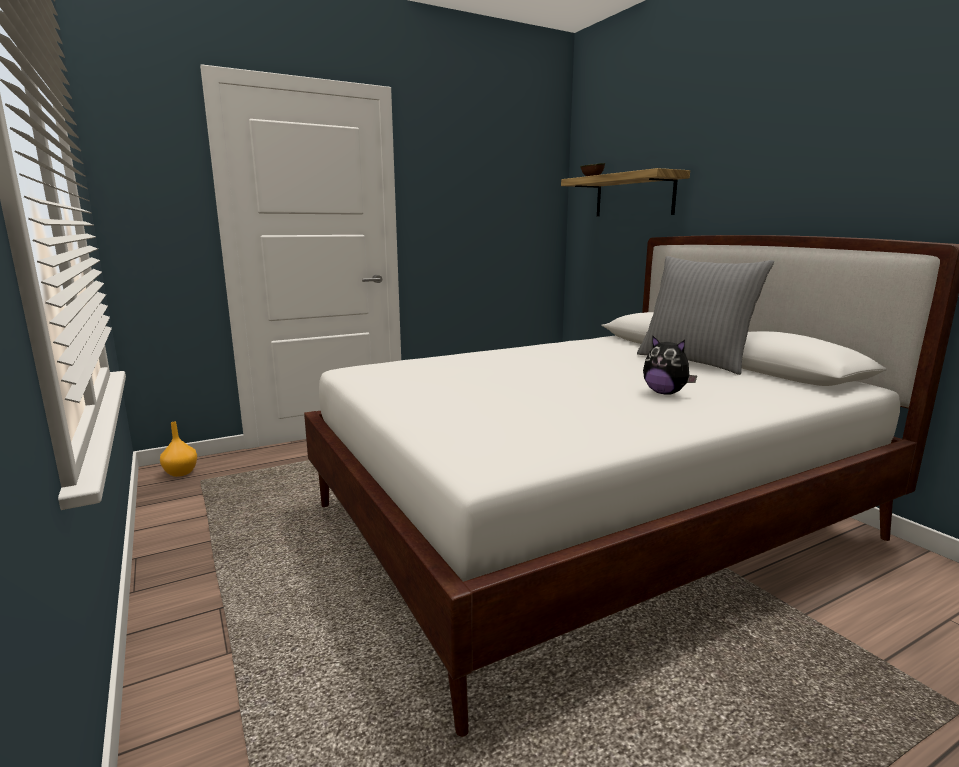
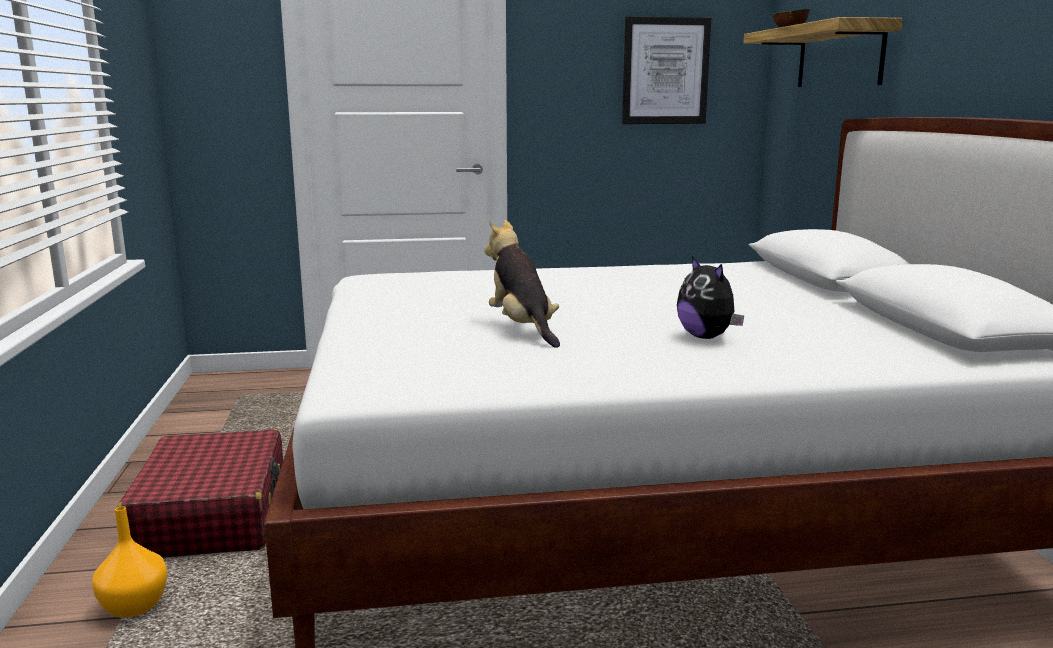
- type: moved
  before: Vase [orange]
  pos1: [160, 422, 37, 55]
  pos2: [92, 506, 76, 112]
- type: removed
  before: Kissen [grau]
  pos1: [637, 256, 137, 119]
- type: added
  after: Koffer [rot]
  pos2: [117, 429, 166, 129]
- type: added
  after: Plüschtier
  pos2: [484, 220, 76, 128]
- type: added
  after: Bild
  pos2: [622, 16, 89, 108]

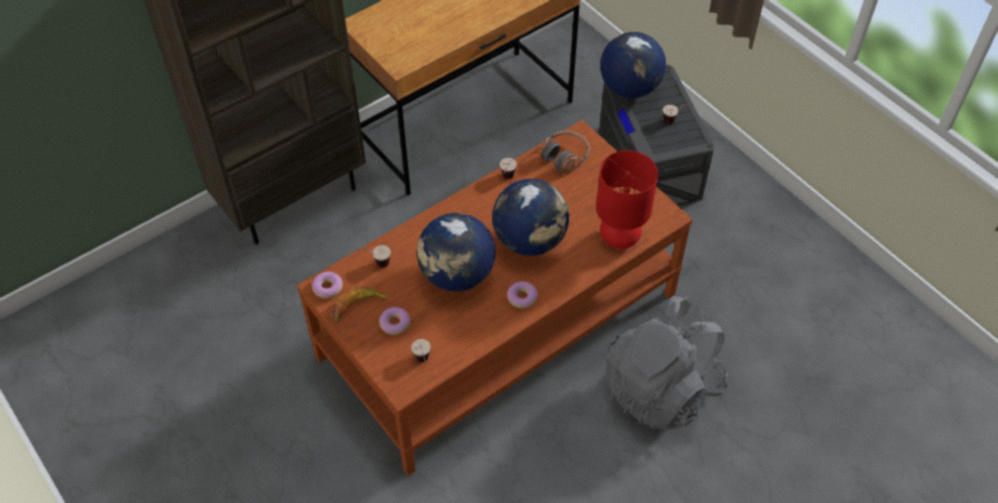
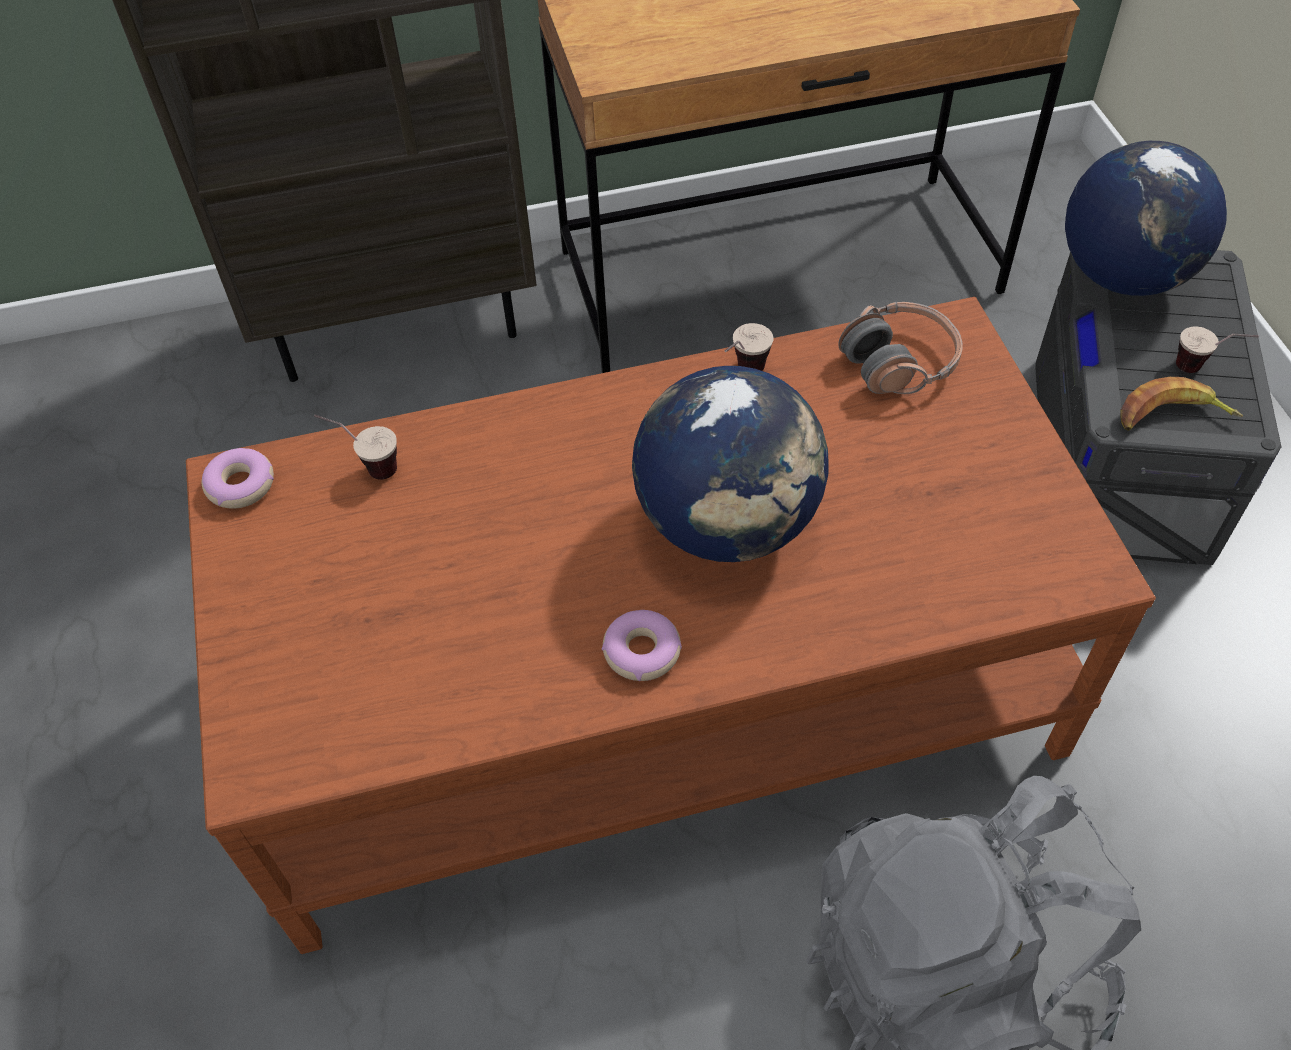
- type: moved
  before: Banane
  pos1: [332, 286, 58, 37]
  pos2: [1120, 377, 123, 53]
- type: removed
  before: Donut
  pos1: [379, 307, 32, 28]
- type: removed
  before: Tasse
  pos1: [411, 339, 20, 23]
- type: removed
  before: Globus
  pos1: [417, 213, 78, 79]
- type: removed
  before: Tischlampe [rot]
  pos1: [596, 150, 62, 99]

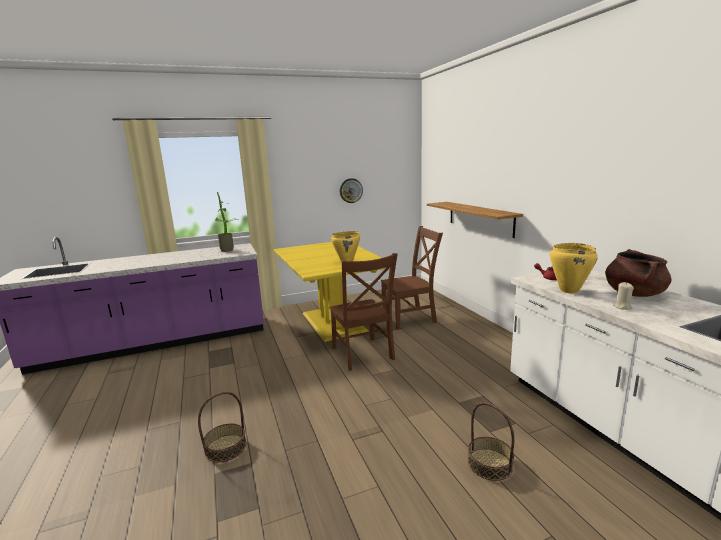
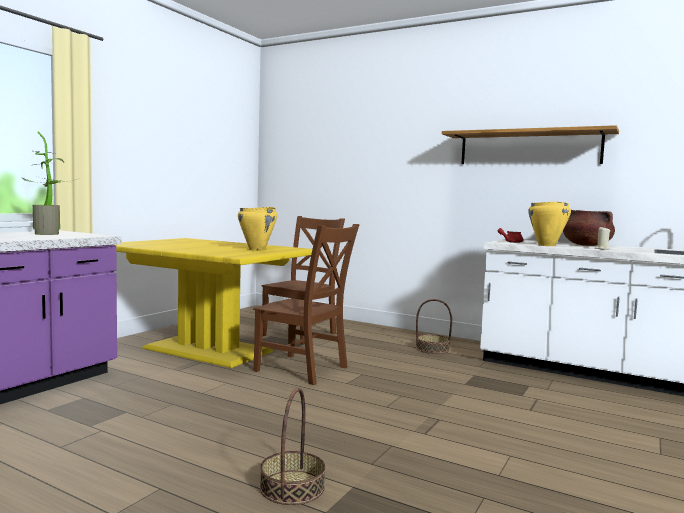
- type: removed
  before: Wanduhr
  pos1: [340, 178, 23, 25]
- type: moved
  before: Wandregal
  pos1: [427, 202, 96, 36]
  pos2: [442, 125, 177, 39]
- type: moved
  before: Korb
  pos1: [468, 402, 46, 79]
  pos2: [416, 299, 36, 55]

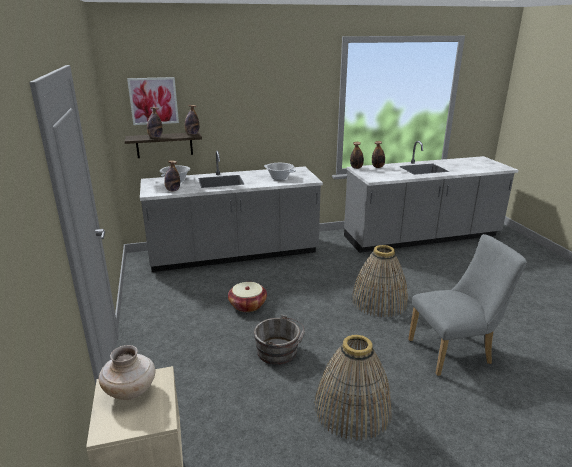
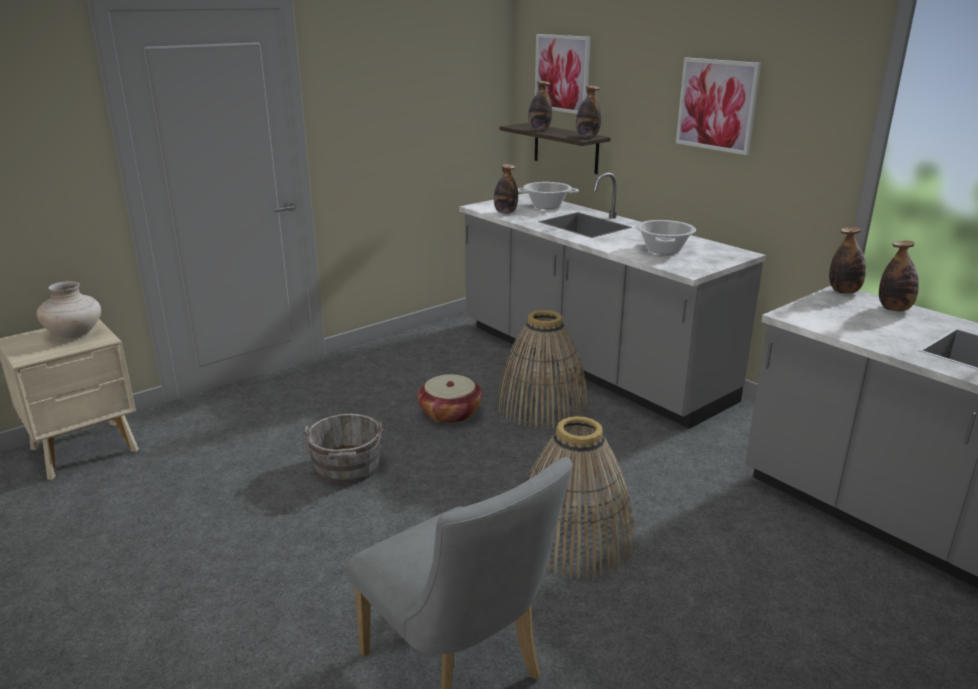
- type: moved
  before: Korb
  pos1: [315, 335, 77, 105]
  pos2: [497, 310, 91, 119]
- type: added
  after: Bild
  pos2: [676, 57, 85, 98]

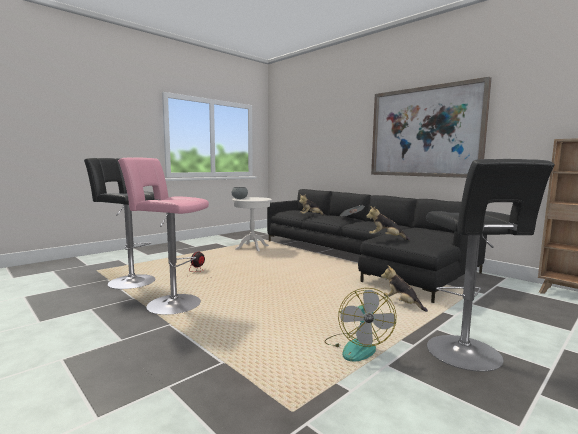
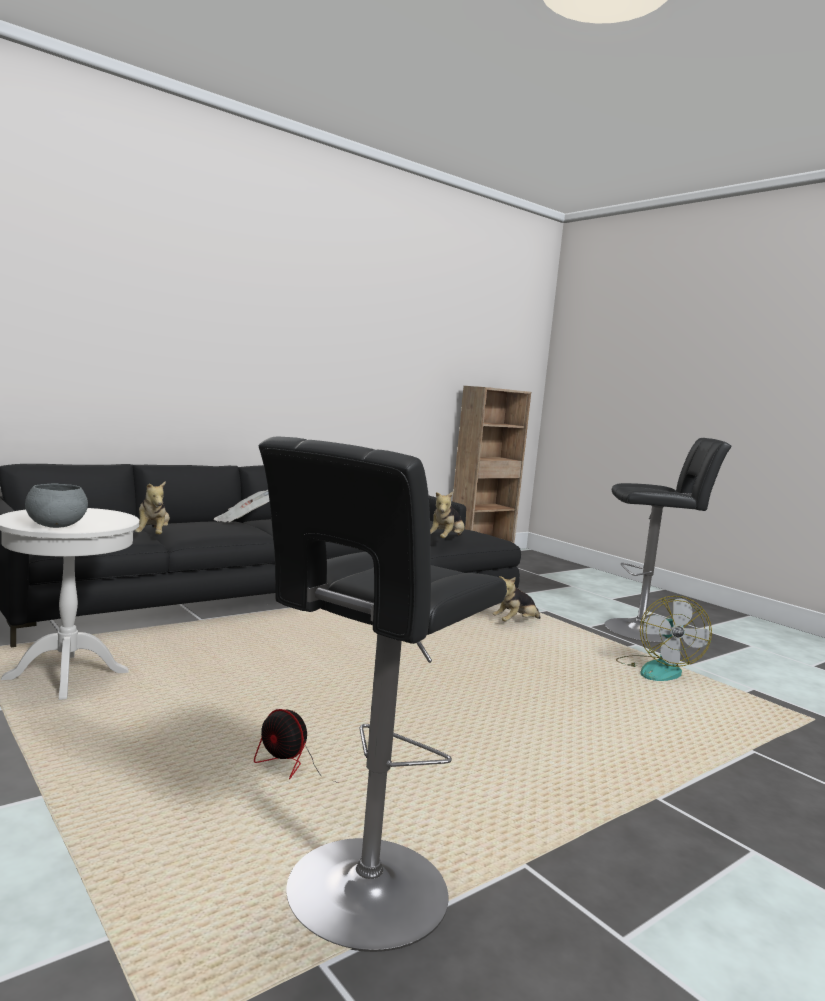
- type: removed
  before: Hocker [rosa]
  pos1: [118, 157, 91, 158]
- type: turned
  before: Ventilator
  pos1: [325, 288, 71, 74]
  pos2: [616, 596, 96, 85]
  turn: 90
- type: removed
  before: Bild
  pos1: [371, 77, 121, 101]

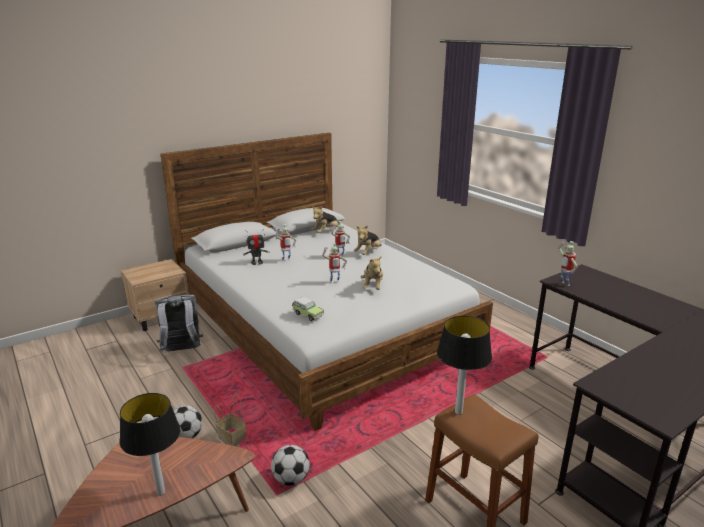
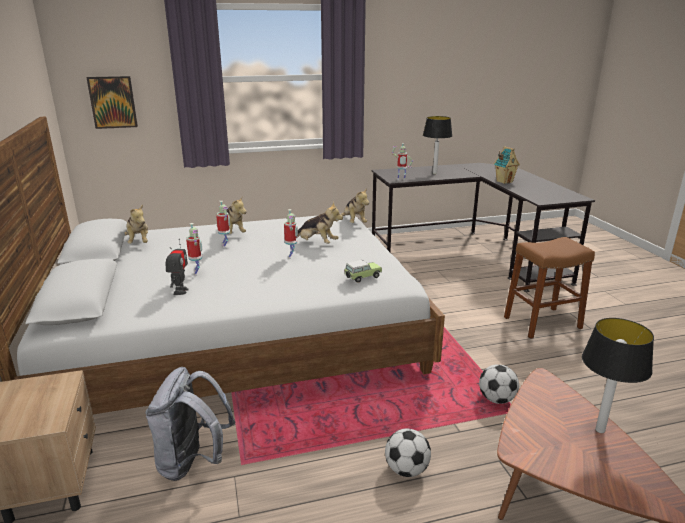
- type: removed
  before: Korb
  pos1: [214, 394, 32, 52]
- type: moved
  before: Tischlampe
  pos1: [437, 316, 55, 99]
  pos2: [423, 116, 29, 58]
- type: added
  after: Bild
  pos2: [86, 76, 52, 53]
- type: added
  after: Plüschtier
  pos2: [341, 188, 28, 35]
- type: added
  after: Spielzeughaus
  pos2: [494, 146, 26, 38]

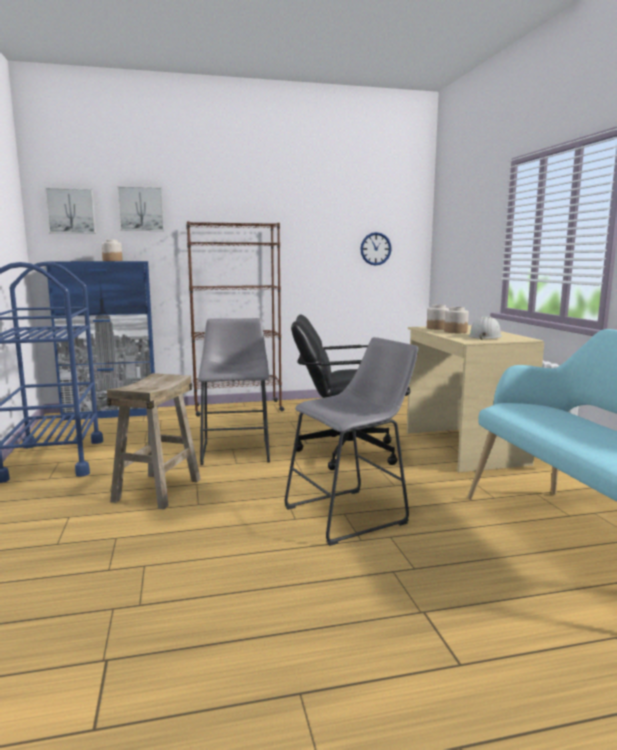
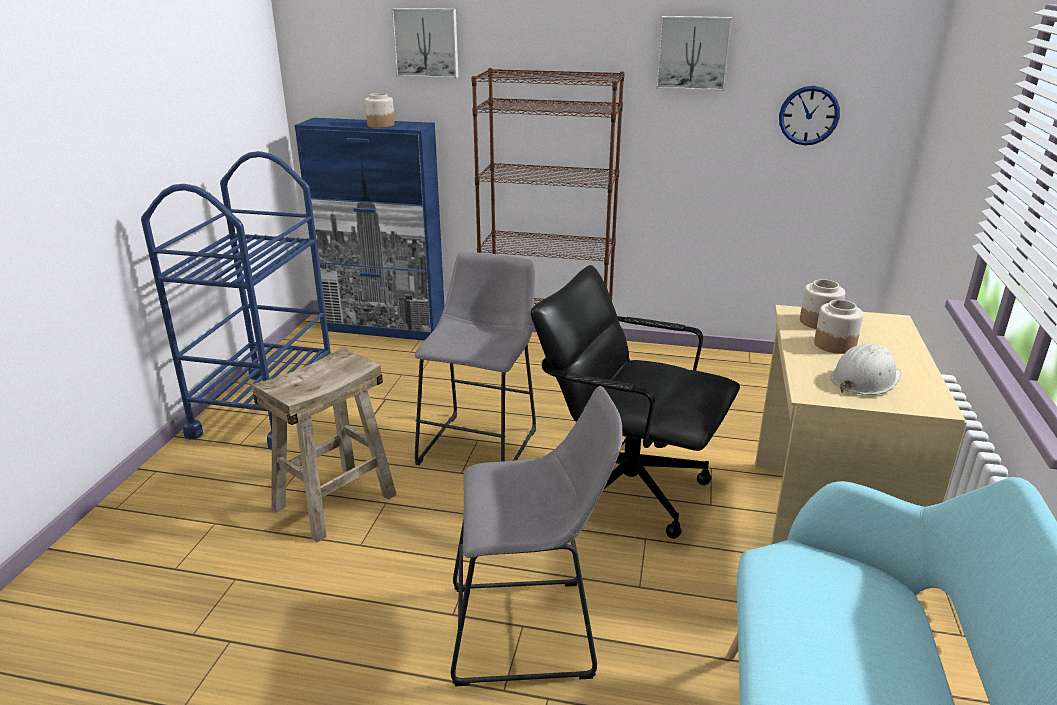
- type: moved
  before: Bild
  pos1: [45, 188, 51, 46]
  pos2: [656, 16, 76, 75]

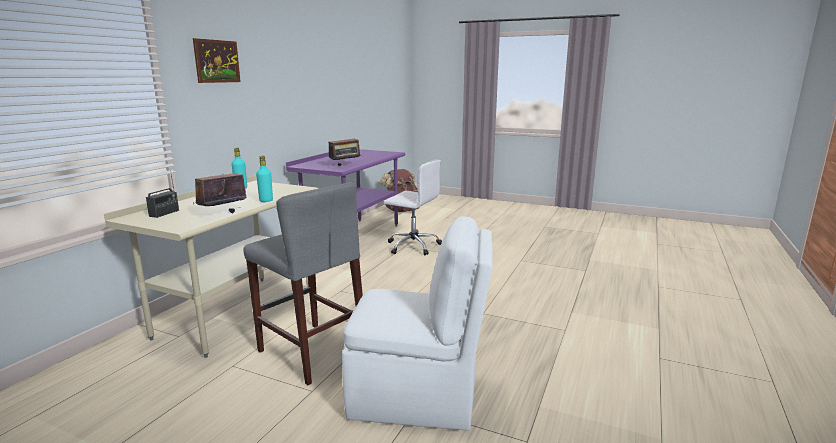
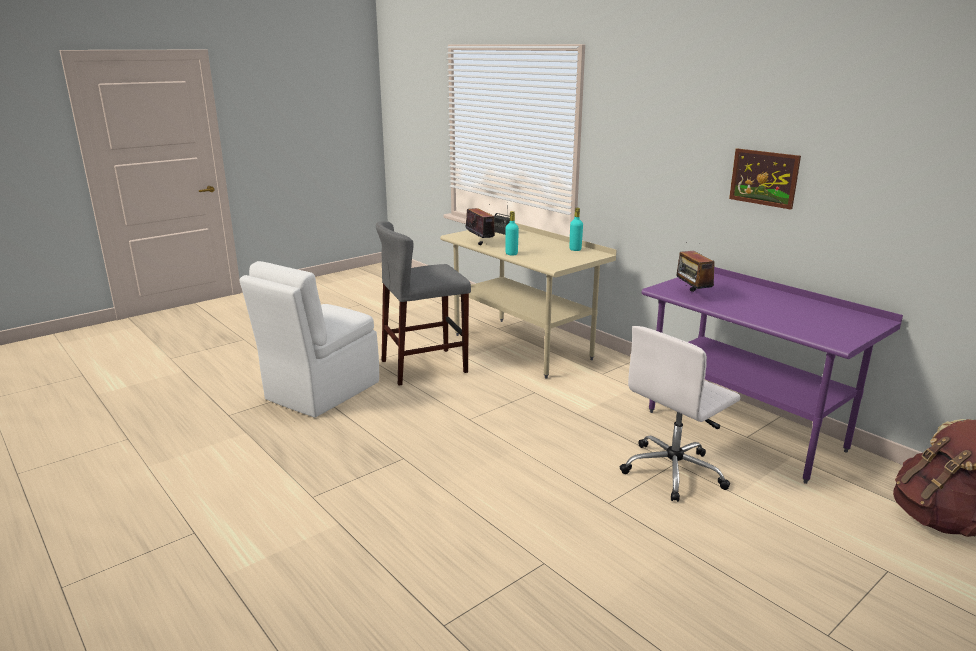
- type: moved
  before: Bild
  pos1: [193, 38, 48, 45]
  pos2: [729, 148, 72, 62]

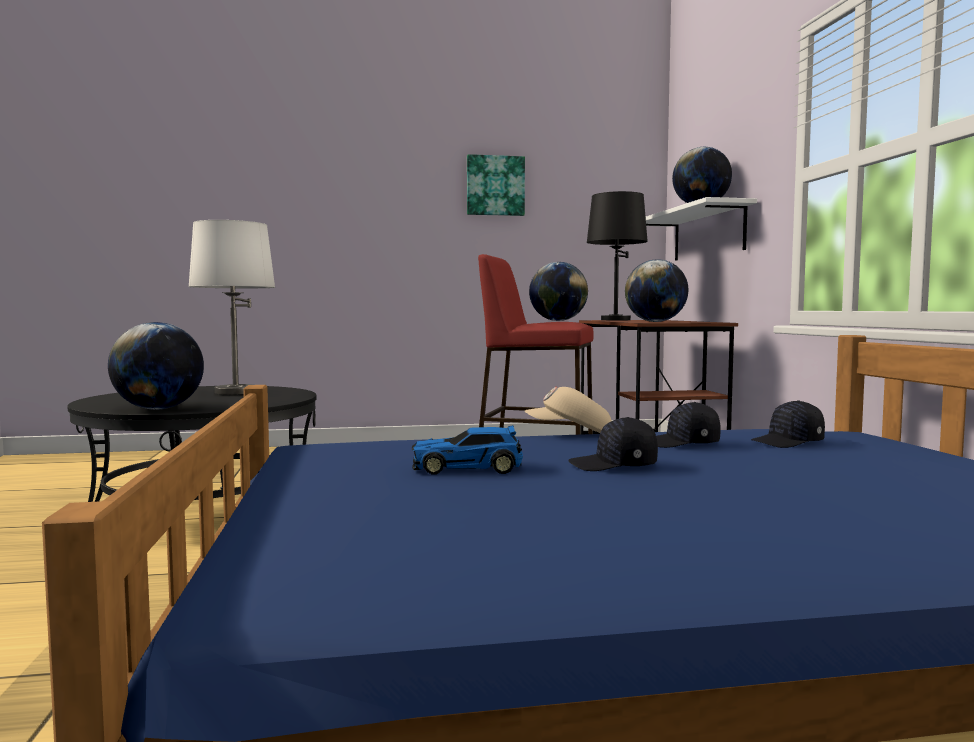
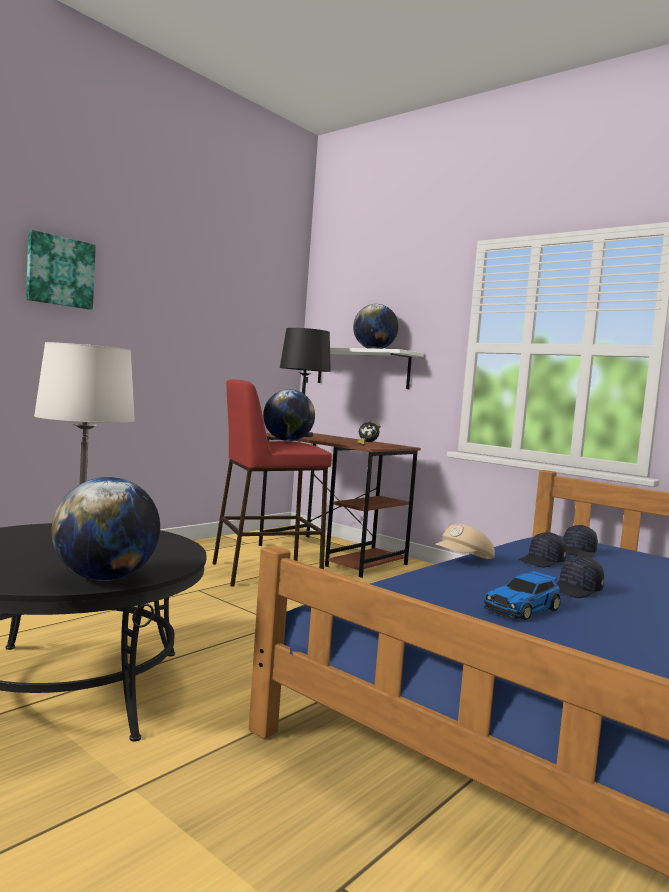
- type: moved
  before: Bild
  pos1: [467, 154, 58, 62]
  pos2: [26, 230, 70, 80]
- type: replaced
  before: Globus
  after: Wecker
  pos1: [625, 259, 63, 63]
  pos2: [357, 420, 24, 26]

